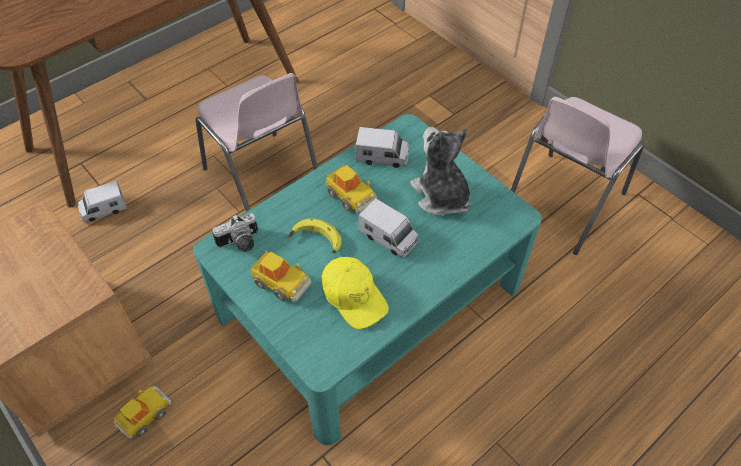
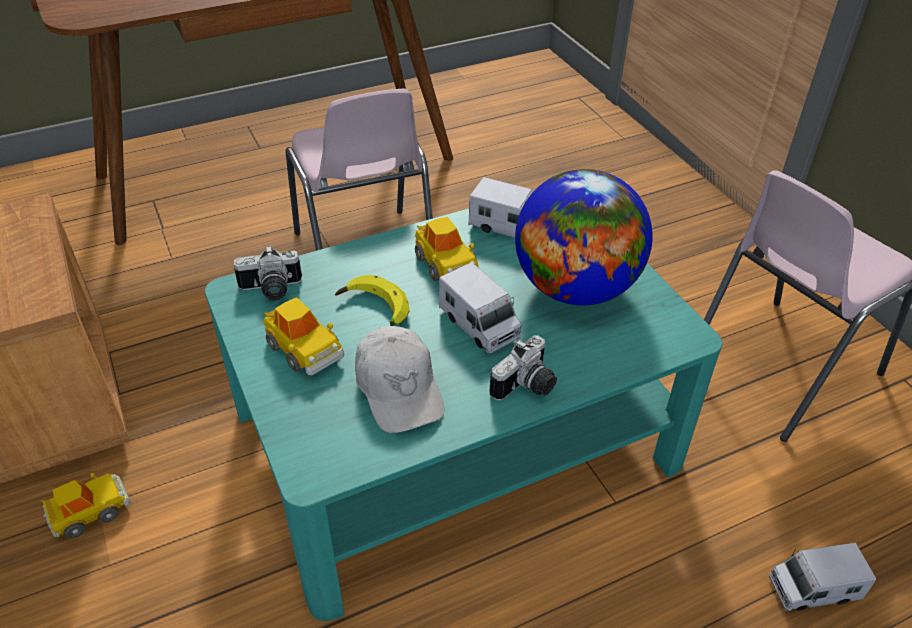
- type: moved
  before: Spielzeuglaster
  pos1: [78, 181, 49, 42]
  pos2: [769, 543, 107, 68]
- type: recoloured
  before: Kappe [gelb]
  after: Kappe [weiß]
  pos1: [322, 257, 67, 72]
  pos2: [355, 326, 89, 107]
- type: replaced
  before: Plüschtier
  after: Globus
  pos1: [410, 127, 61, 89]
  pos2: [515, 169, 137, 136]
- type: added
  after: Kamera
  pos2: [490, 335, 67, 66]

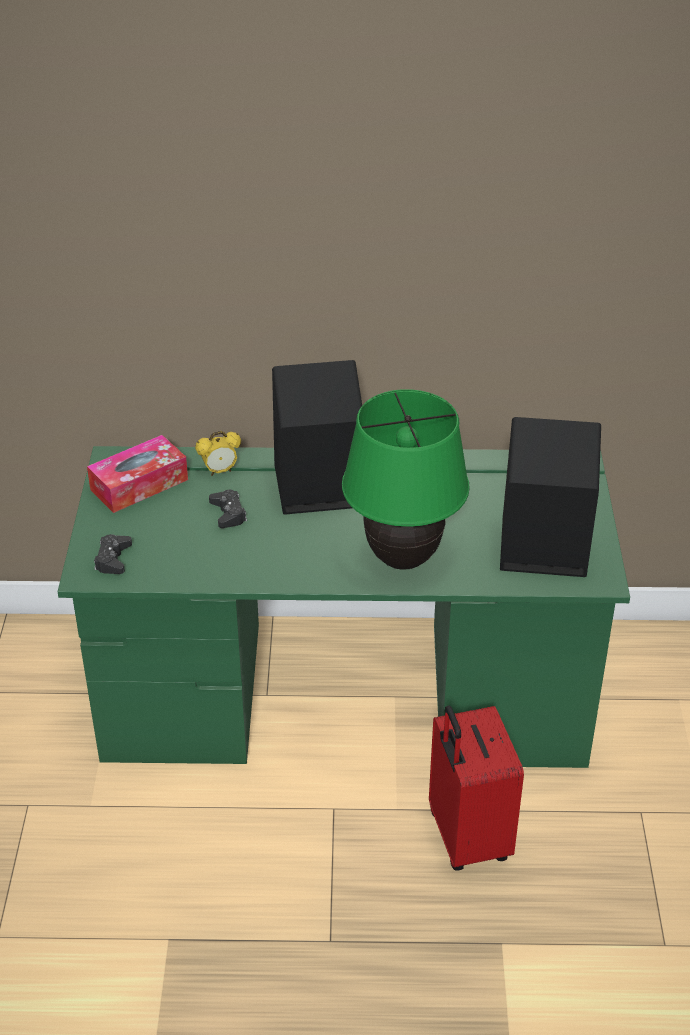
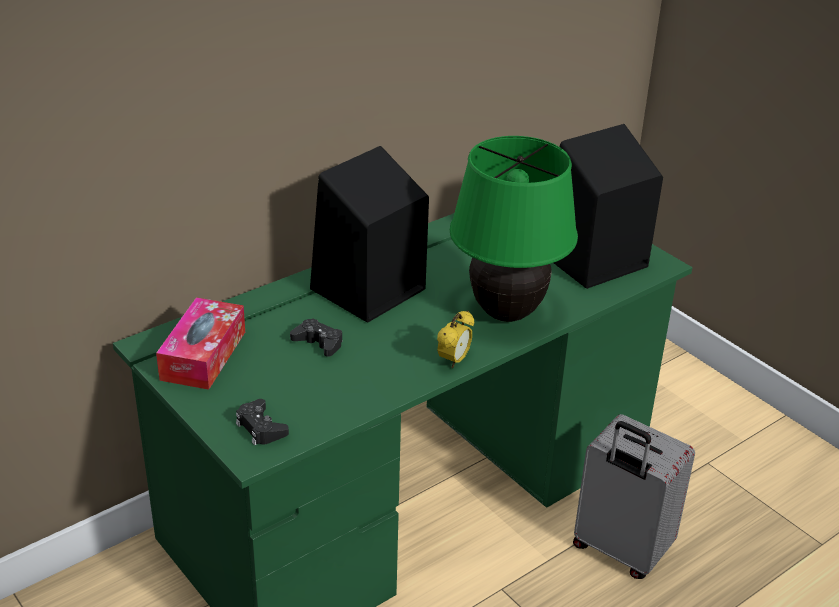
- type: moved
  before: Wecker
  pos1: [195, 431, 46, 45]
  pos2: [437, 311, 37, 57]
- type: recoloured
  before: Koffer [rot]
  after: Koffer [grau]
  pos1: [429, 705, 95, 166]
  pos2: [573, 414, 122, 165]

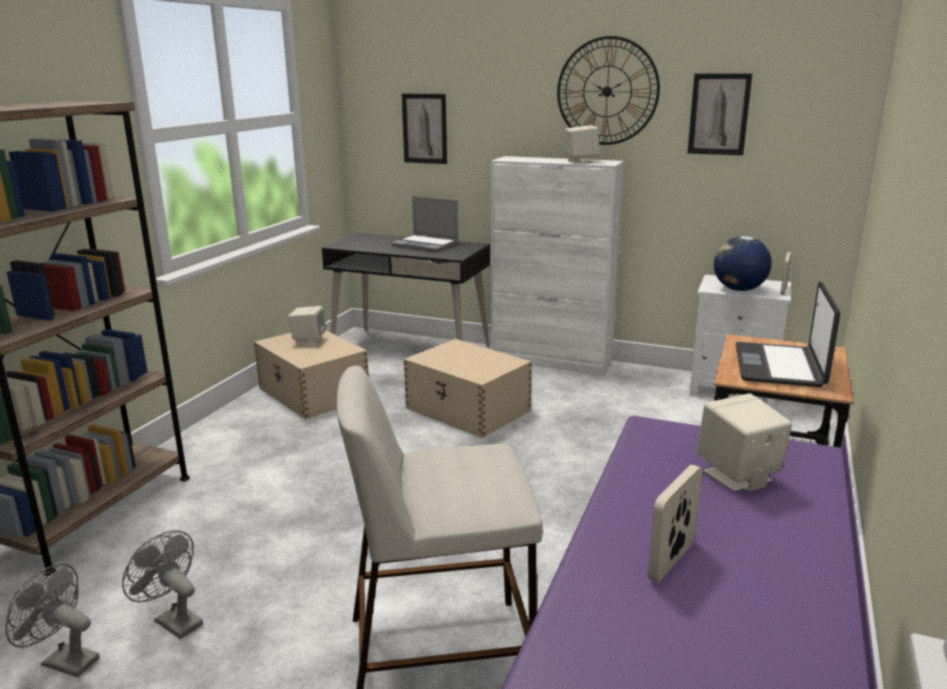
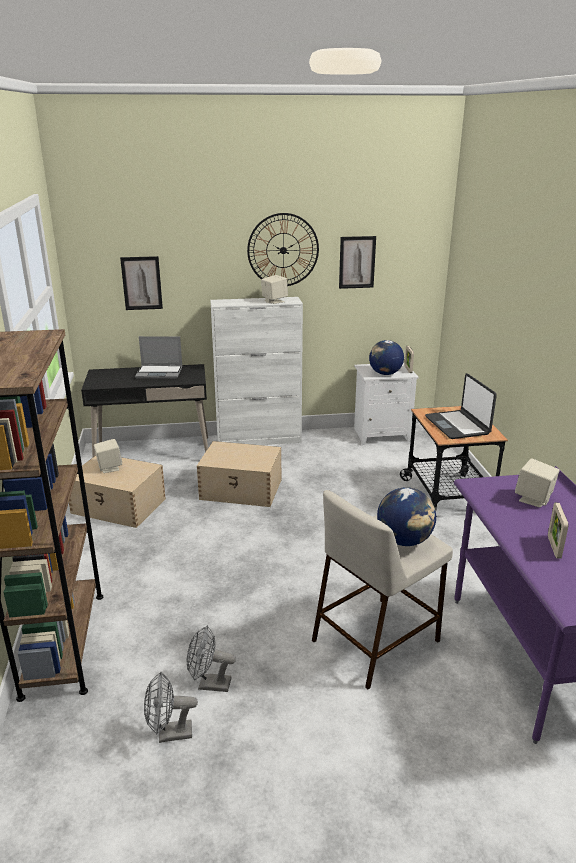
- type: added
  after: Globus
  pos2: [377, 487, 59, 59]

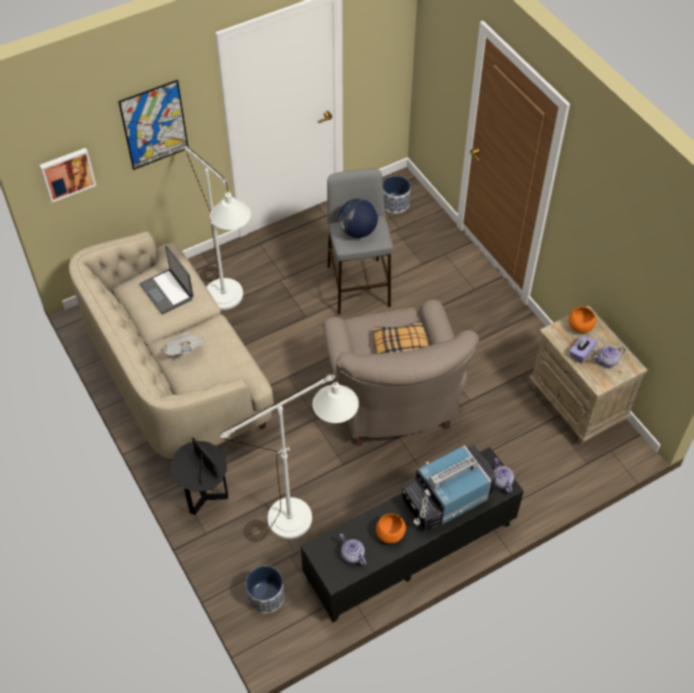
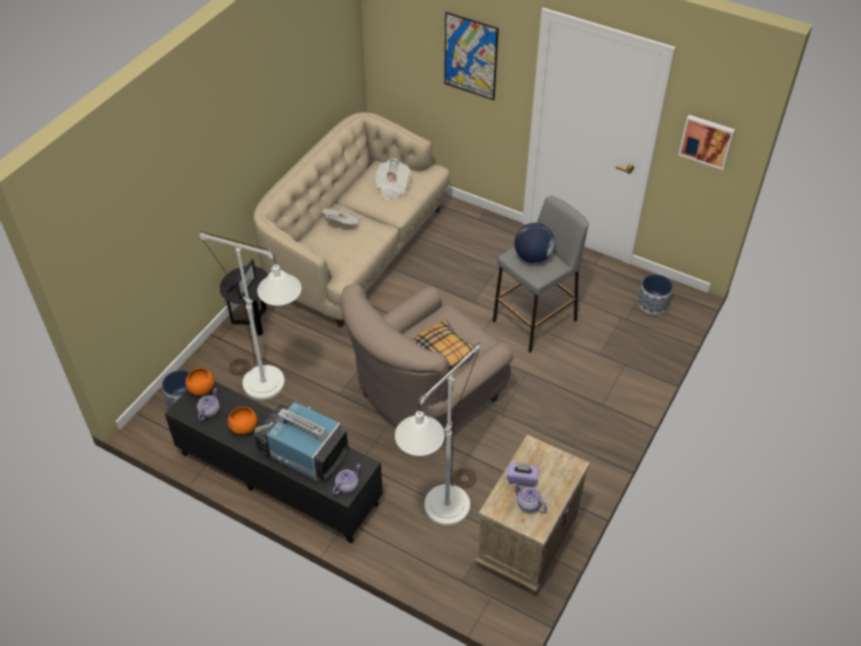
- type: moved
  before: Bild
  pos1: [40, 148, 56, 55]
  pos2: [678, 115, 57, 55]
- type: replaced
  before: Laptop
  after: Zeitung
  pos1: [140, 246, 54, 68]
  pos2: [375, 158, 36, 42]
- type: moved
  before: Stehlampe [weiß]
  pos1: [184, 144, 67, 166]
  pos2: [395, 342, 86, 184]
- type: moved
  before: Schüssel [orange]
  pos1: [569, 307, 27, 26]
  pos2: [185, 368, 29, 28]

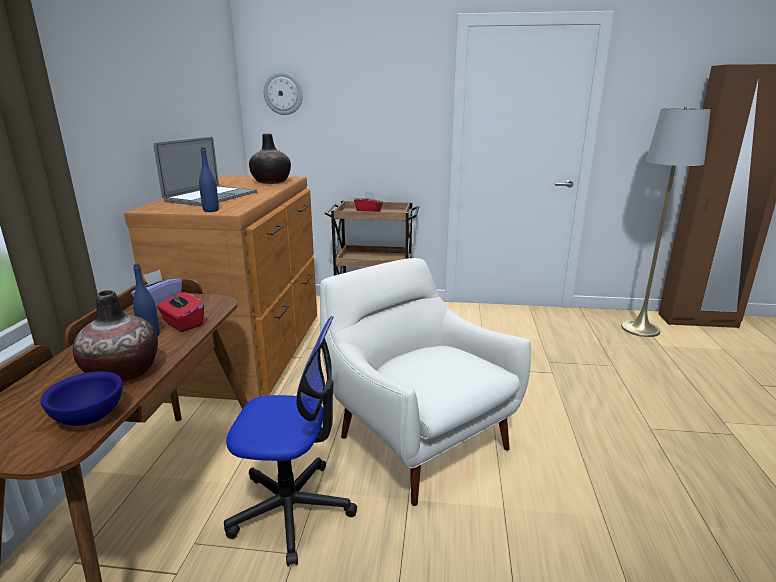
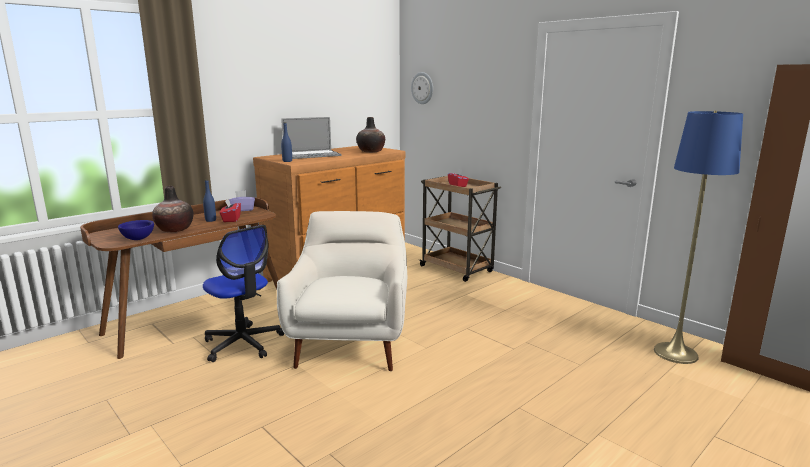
- type: recoloured
  before: Stehlampe [grau]
  after: Stehlampe [blau]
  pos1: [621, 107, 90, 230]
  pos2: [654, 111, 89, 253]

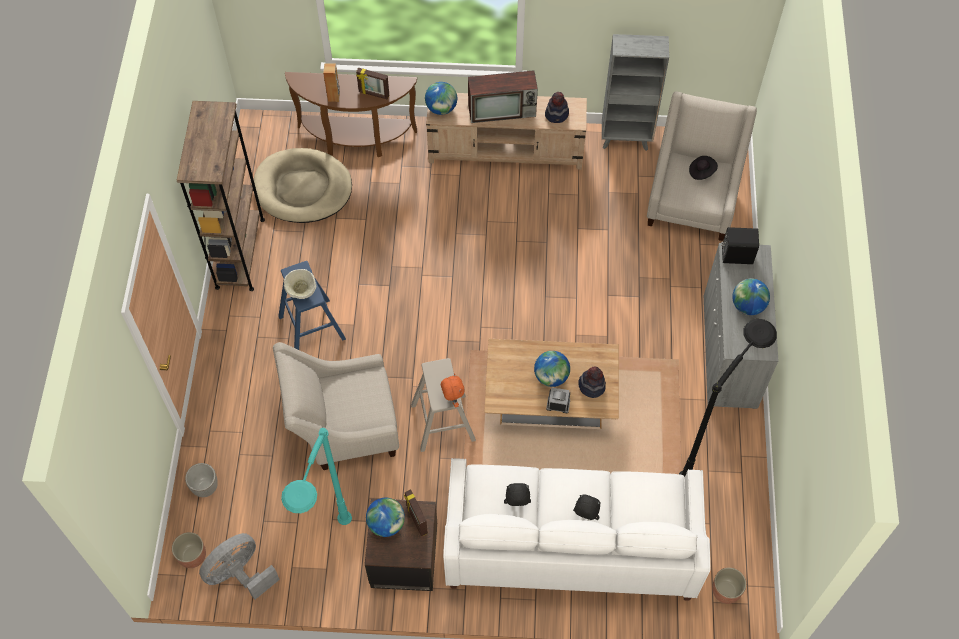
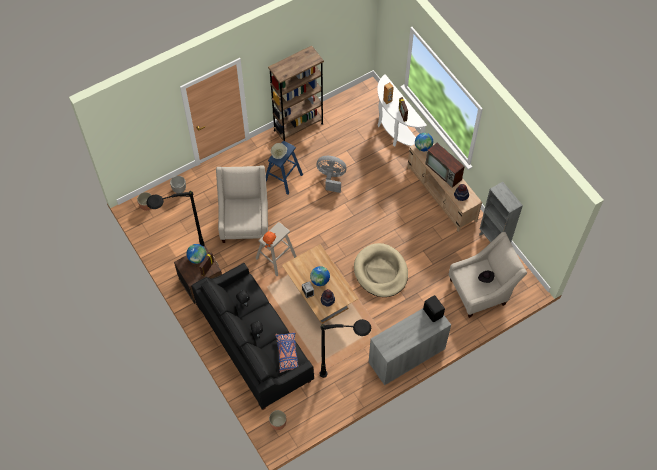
- type: moved
  before: Ventilator [grau]
  pos1: [199, 533, 81, 66]
  pos2: [316, 156, 30, 37]
- type: moved
  before: Hundebett [beige]
  pos1: [254, 148, 98, 75]
  pos2: [354, 243, 54, 54]
- type: turned
  before: Sessel [beige]
  pos1: [273, 342, 126, 128]
  pos2: [216, 165, 52, 78]
  turn: 45
- type: recoloured
  before: Stehlampe [türkis]
  after: Stehlampe [schwarz]
  pos1: [281, 428, 71, 97]
  pos2: [146, 191, 61, 57]
- type: recoloured
  before: Konsolentisch [braun]
  after: Konsolentisch [weiß]
  pos1: [285, 72, 132, 85]
  pos2: [377, 74, 50, 73]
- type: recoloured
  before: Sofa [weiß]
  after: Sofa [schwarz]
  pos1: [443, 458, 268, 143]
  pos2: [191, 263, 123, 147]
- type: removed
  before: Globus
  pos1: [732, 278, 38, 37]
- type: added
  after: Kissen [blau]
  pos2: [275, 332, 23, 41]

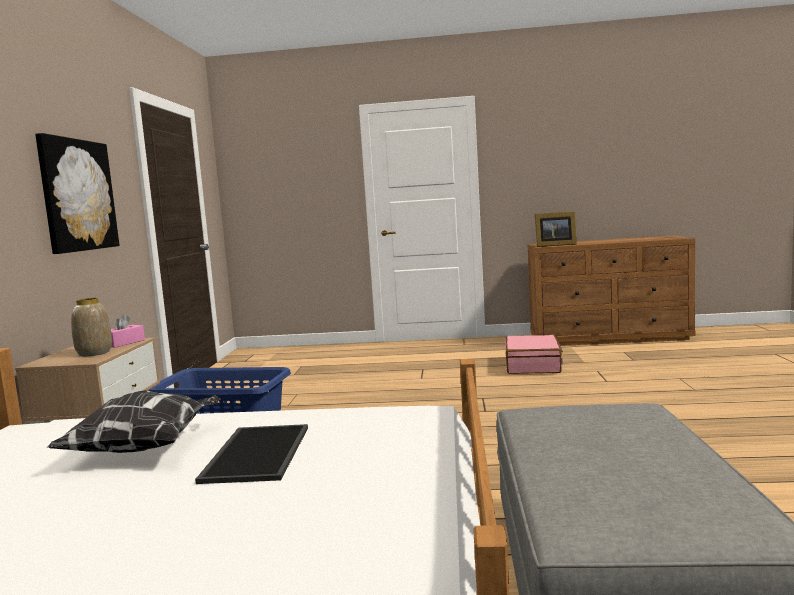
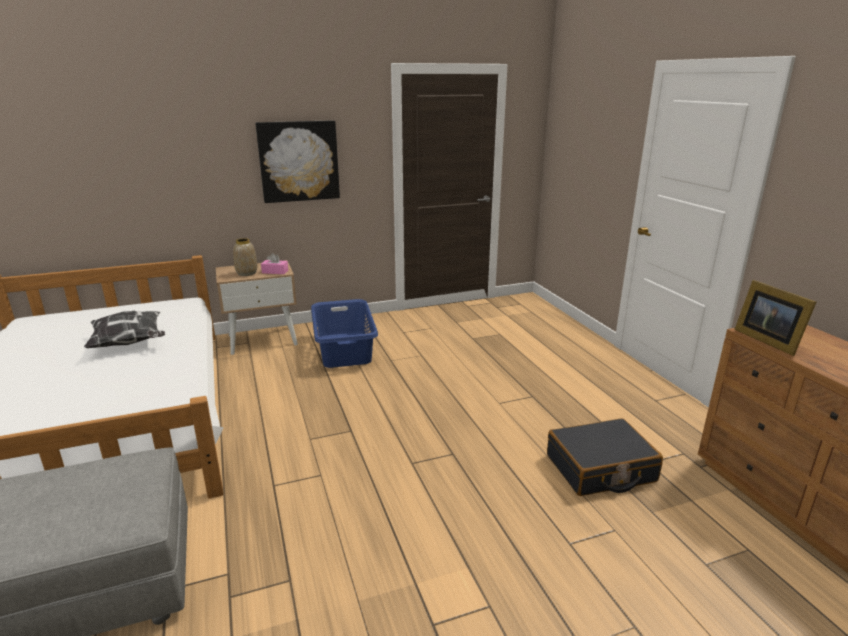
- type: removed
  before: Tablett
  pos1: [195, 424, 113, 60]
- type: recoloured
  before: Koffer [rosa]
  after: Koffer [schwarz]
  pos1: [505, 335, 58, 39]
  pos2: [547, 418, 116, 78]

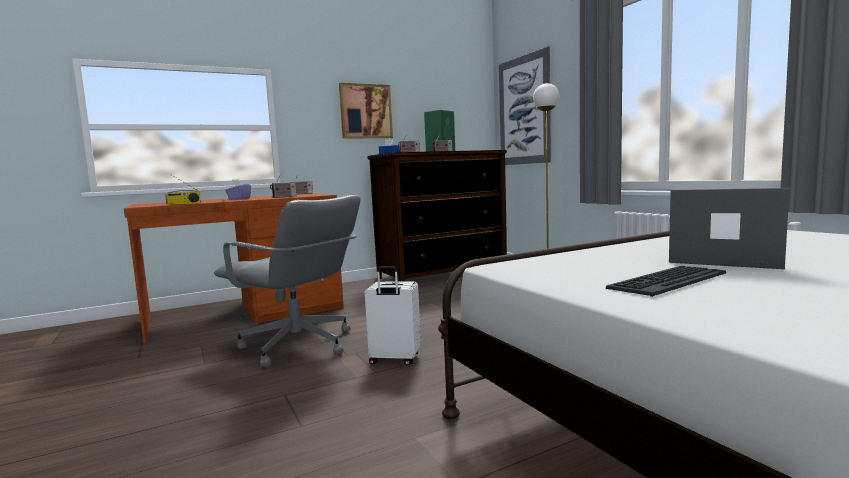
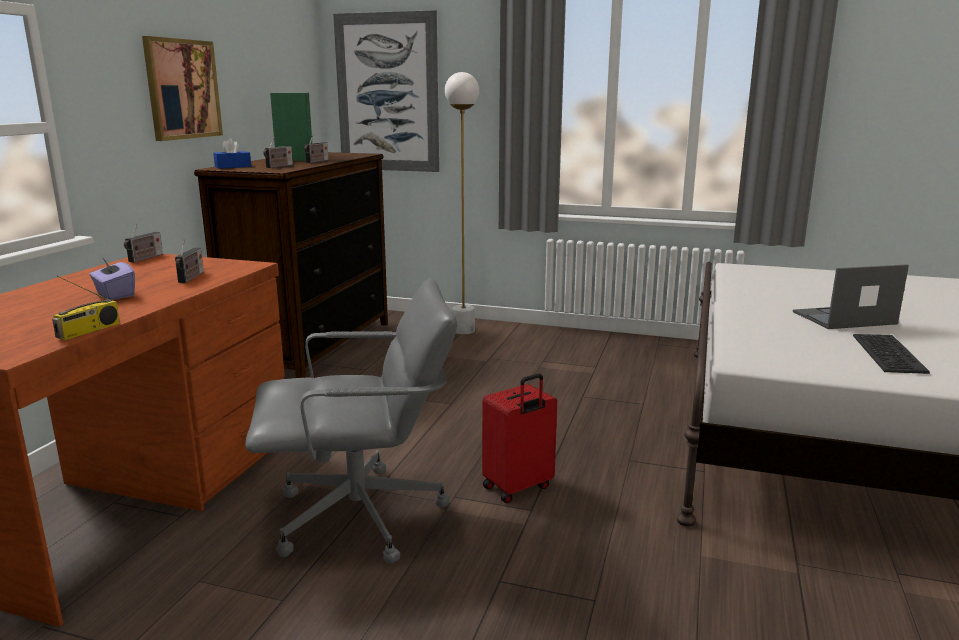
- type: recoloured
  before: Koffer [weiß]
  after: Koffer [rot]
  pos1: [365, 266, 56, 100]
  pos2: [482, 373, 75, 130]

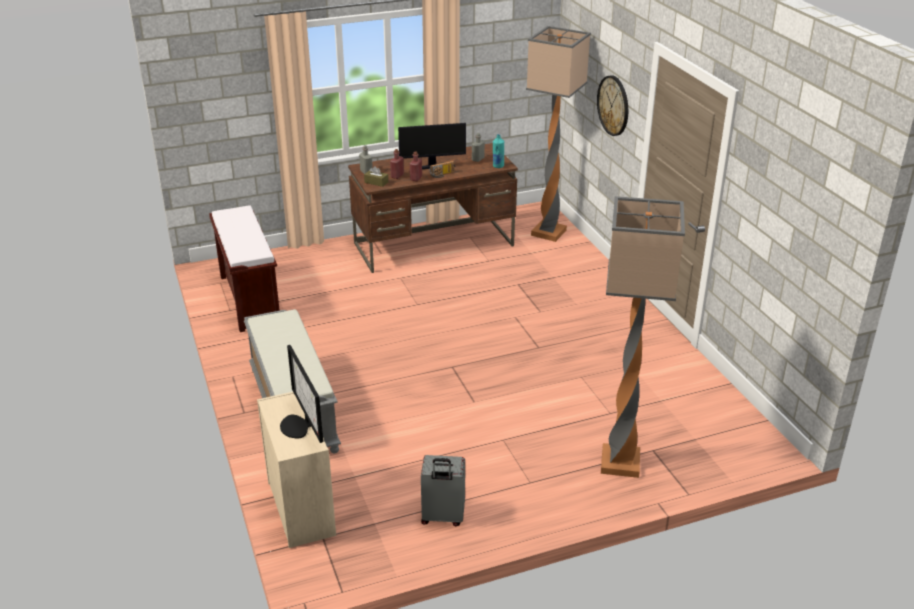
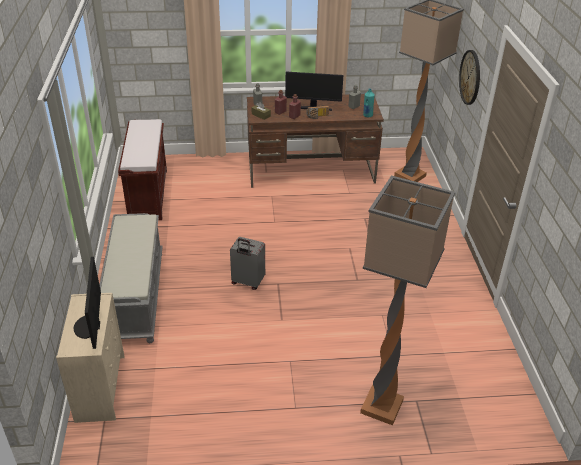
- type: moved
  before: Koffer [grau]
  pos1: [421, 455, 44, 71]
  pos2: [230, 237, 35, 53]

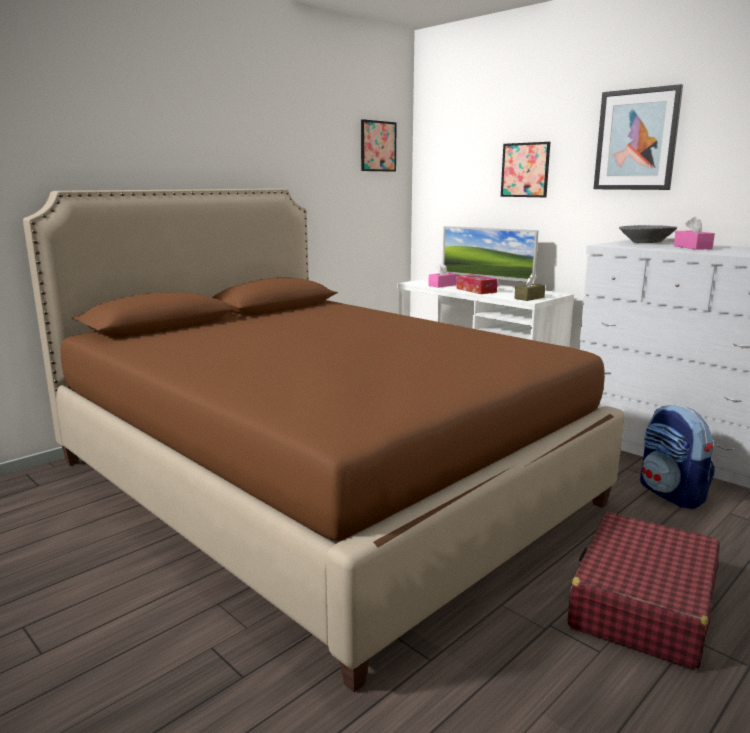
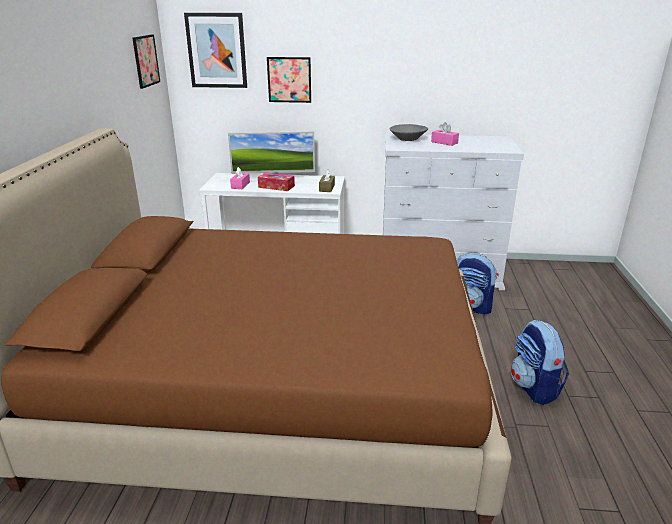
- type: replaced
  before: Koffer [rot]
  after: Rucksack
  pos1: [568, 512, 152, 158]
  pos2: [511, 320, 58, 85]
- type: moved
  before: Bild
  pos1: [594, 84, 89, 106]
  pos2: [184, 13, 63, 75]

